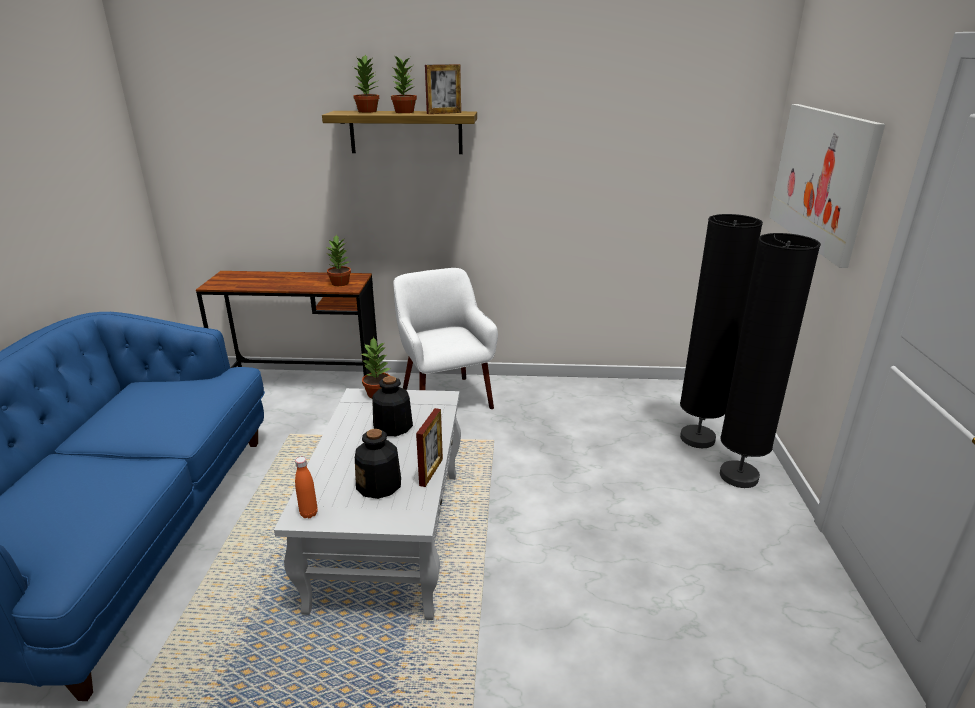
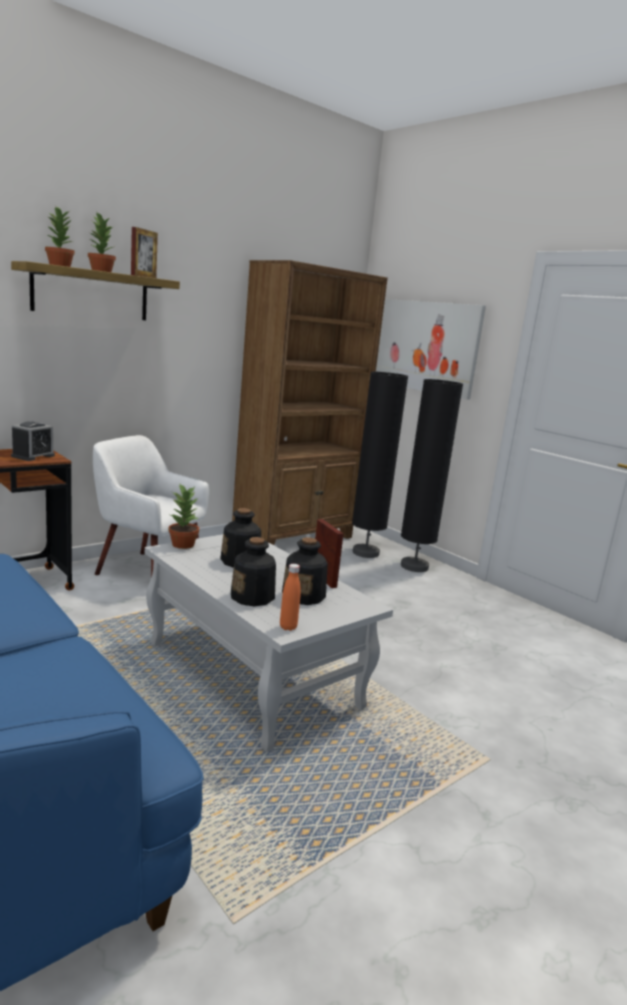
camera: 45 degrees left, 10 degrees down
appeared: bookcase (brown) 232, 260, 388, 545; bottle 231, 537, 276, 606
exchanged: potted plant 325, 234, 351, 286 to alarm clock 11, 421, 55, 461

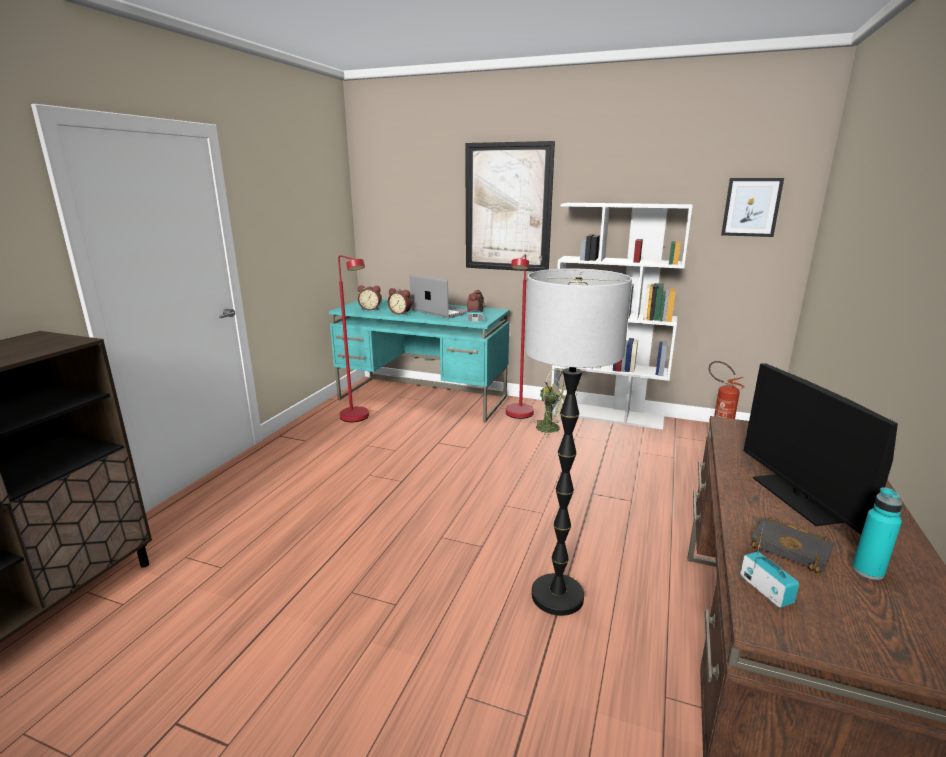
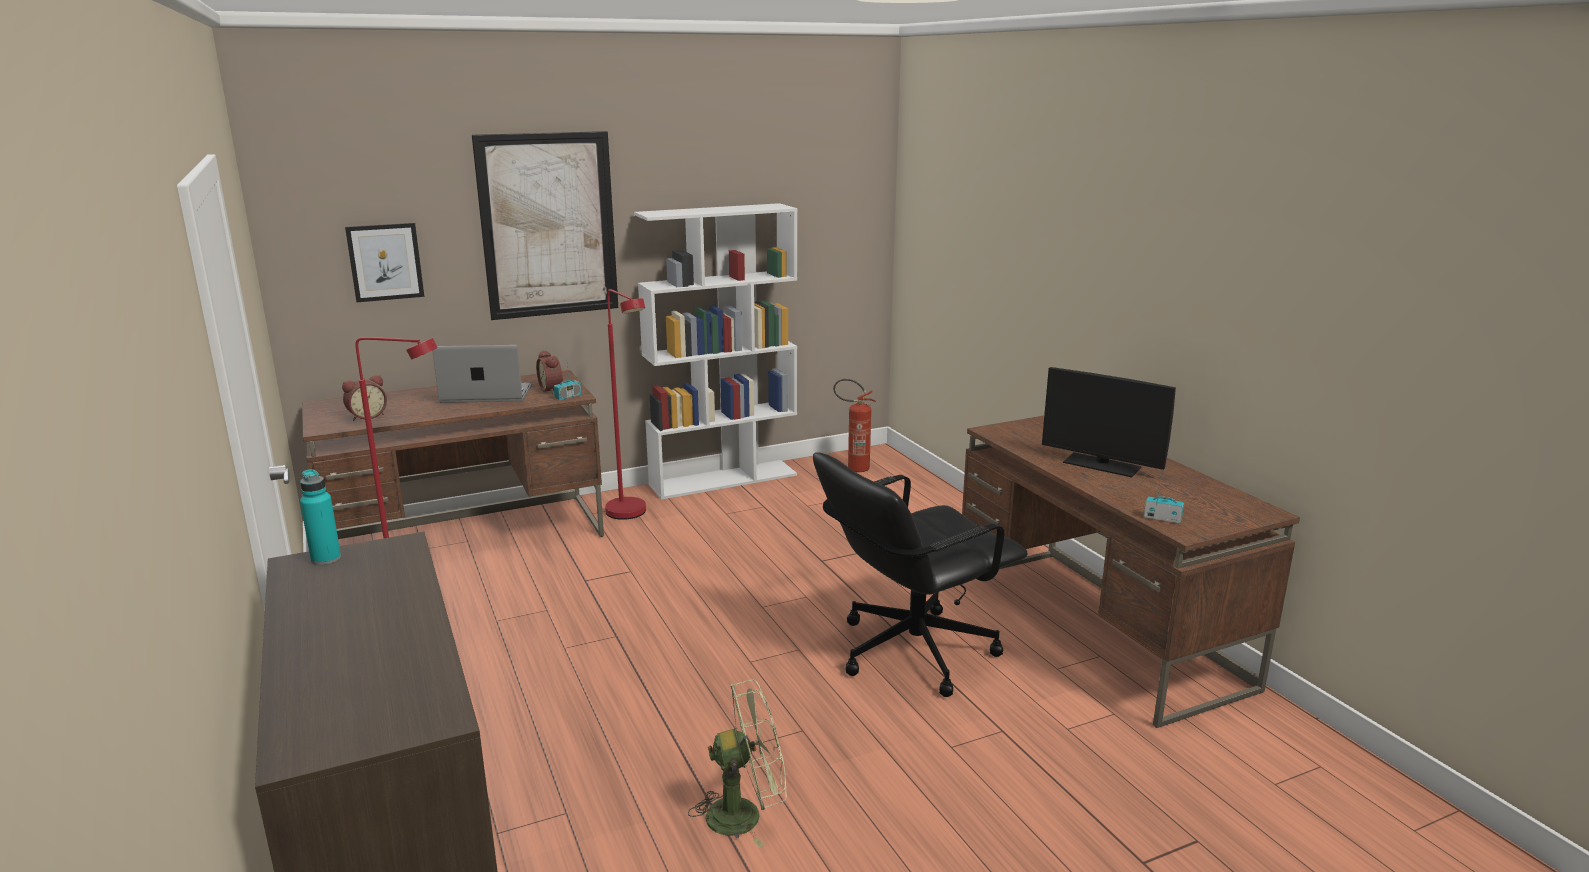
camera: 45 degrees left, 0 degrees up
missing: alarm clock 388, 288, 412, 315; book (black) 750, 517, 834, 573
relocated: picture 721, 178, 784, 237 to 345, 223, 424, 302; fan (green) 533, 368, 577, 438 to 688, 680, 787, 848; bottle (turquoise) 852, 487, 903, 580 to 300, 469, 341, 565
exchanged: floor lamp 525, 268, 632, 616 to office chair (black) 813, 452, 1027, 697
colour: desk (turquoise) 329, 299, 510, 422 to desk (brown) 302, 370, 604, 539

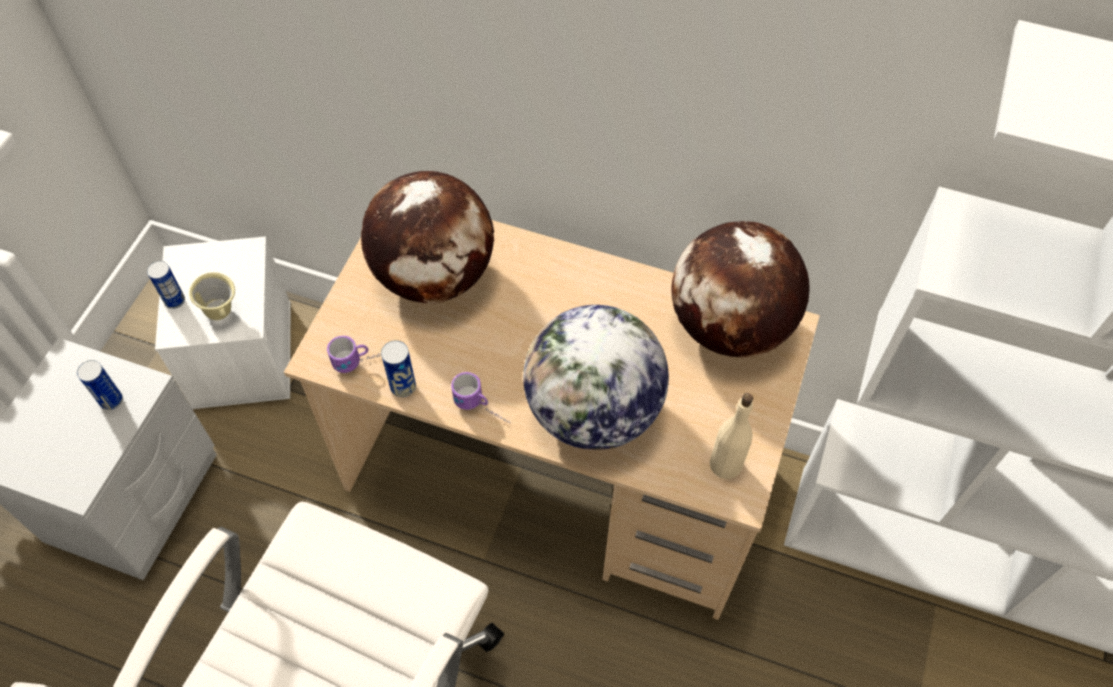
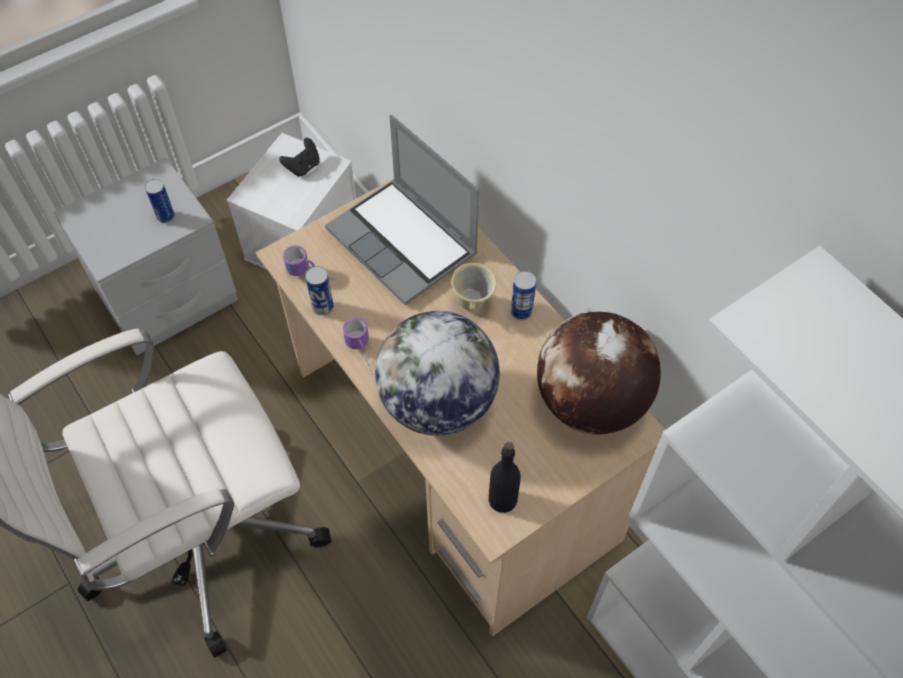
camera: 35 degrees right, 0 degrees up
appeared: game controller (black) 279, 138, 320, 177
relocated: can 147, 261, 185, 309 to 511, 271, 536, 320; mug (beige) 189, 272, 235, 320 to 451, 263, 497, 311
exchanged: globe 361, 171, 494, 304 to laptop 325, 115, 479, 305
colour: bottle (beige) 710, 393, 753, 479 to bottle (black) 489, 442, 520, 513

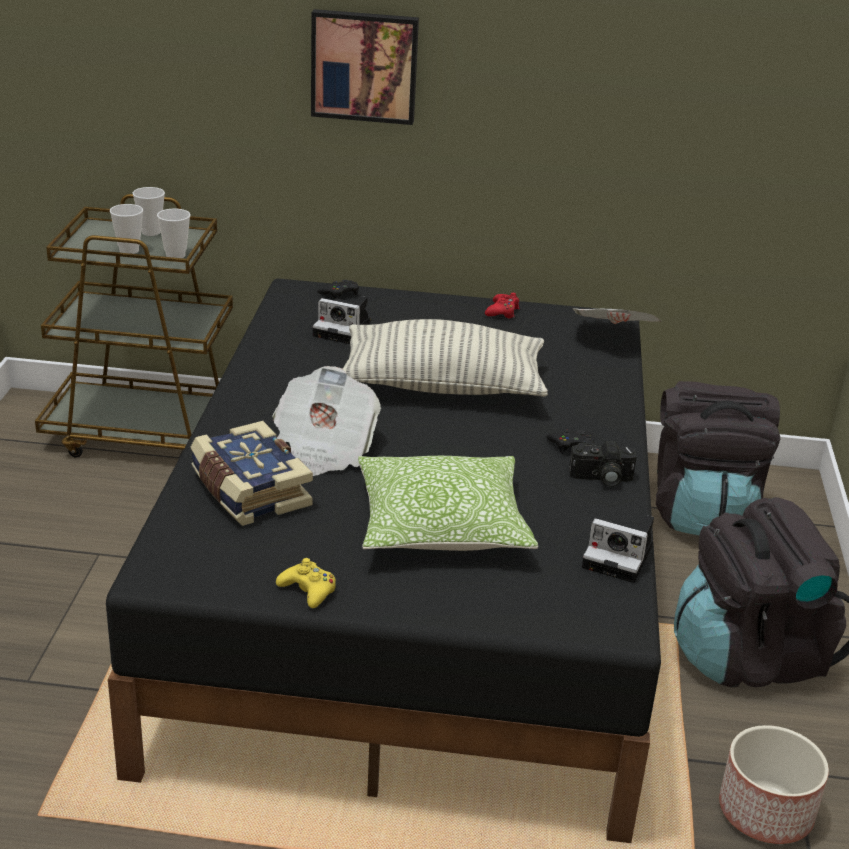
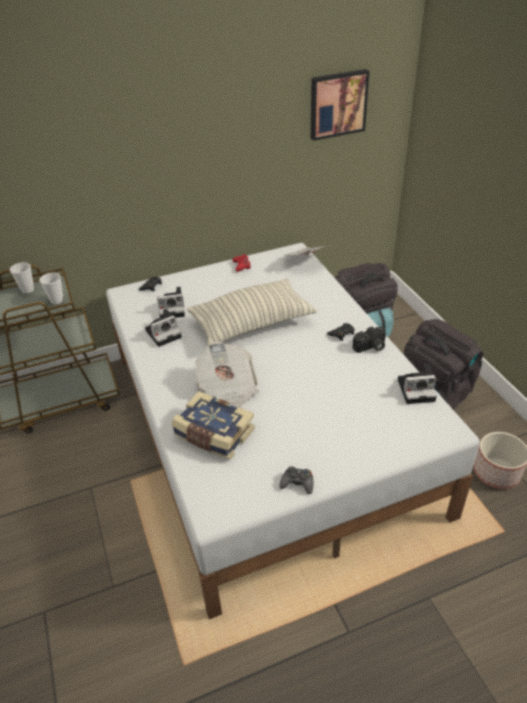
camera: 25 degrees left, 10 degrees up
missing: cup 110, 204, 143, 254; pillow 358, 456, 538, 551
appeared: photo camera 145, 309, 182, 347
relocated: picture 311, 9, 419, 125 to 311, 69, 369, 141
colour: bed (black) 106, 278, 661, 843 to bed (white) 106, 243, 480, 619; game controller (yellow) 276, 558, 336, 608 to game controller (black) 279, 466, 313, 494

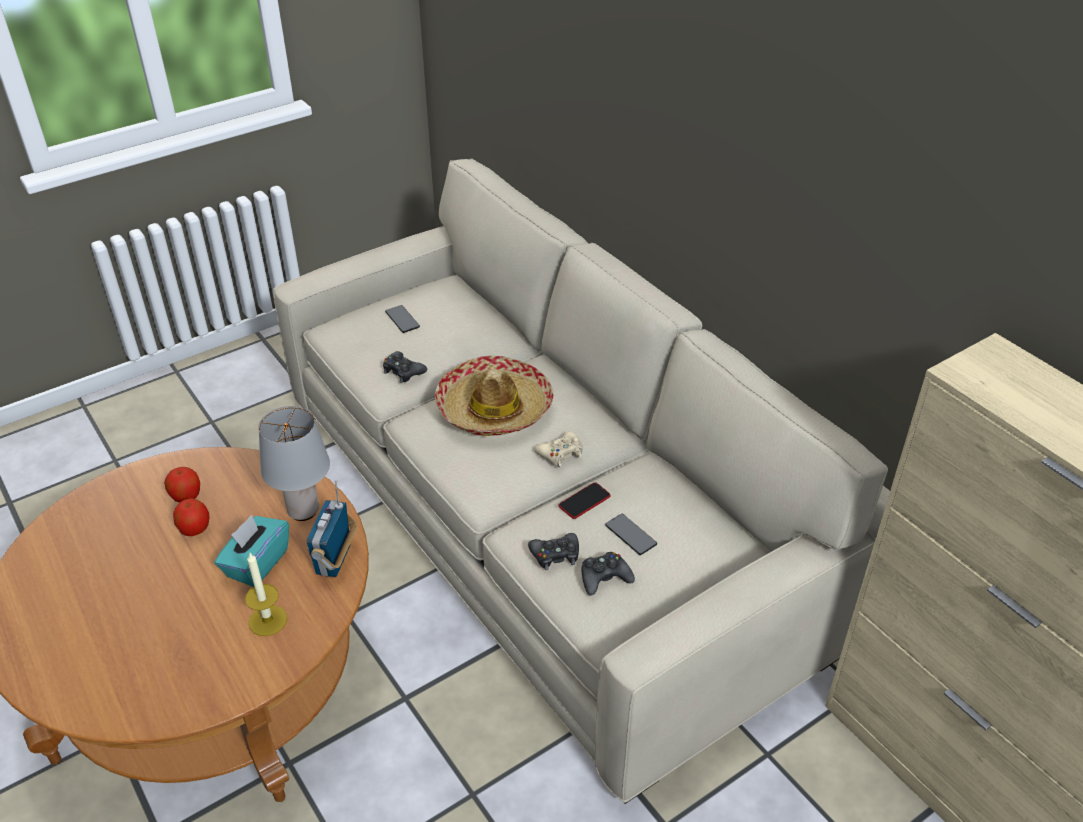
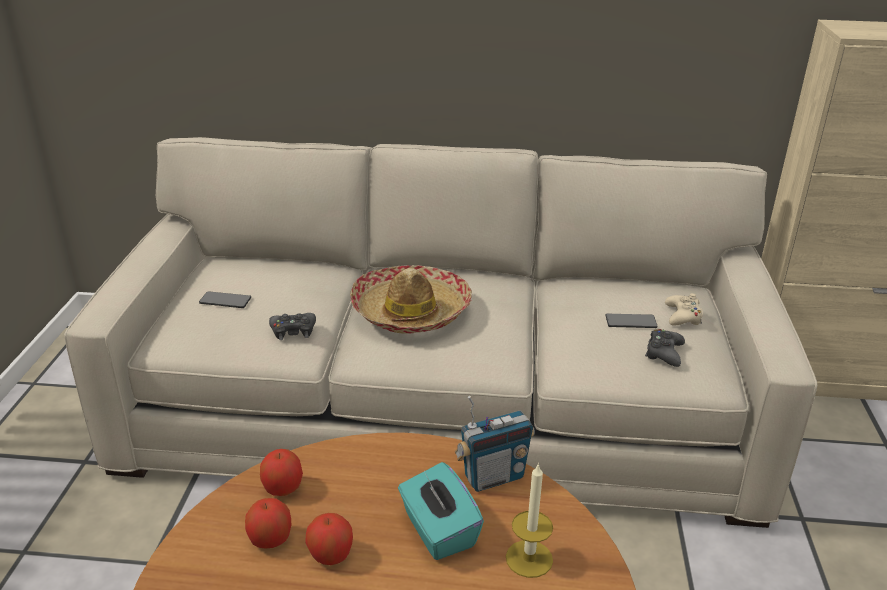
camera: 50 degrees left, 10 degrees down
missing: table lamp (grey) 258, 406, 330, 521; phone 559, 482, 611, 519; game controller (black) 528, 533, 579, 570
appeared: apple 260, 449, 303, 496
relocated: game controller (beige) 534, 431, 583, 467 to 665, 293, 703, 325
spun: radio 307, 480, 357, 577 = 455, 396, 535, 492 75 degrees counterclockwise

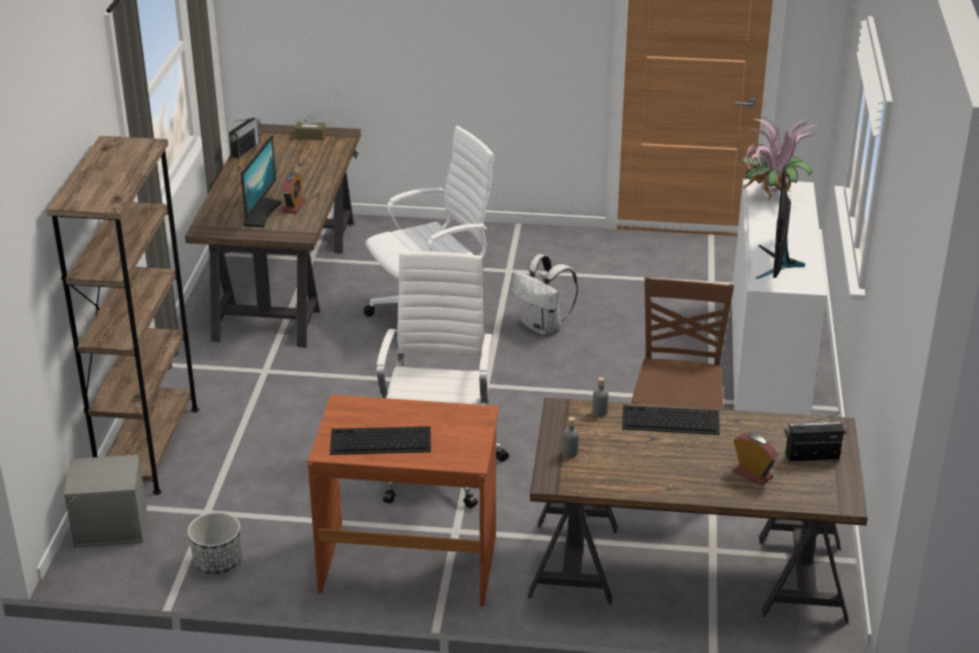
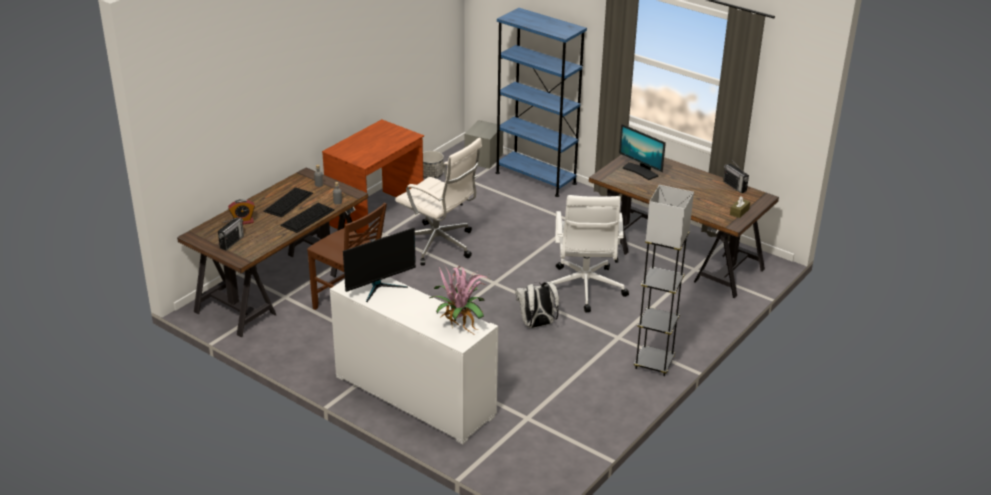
camera: 120 degrees right, 0 degrees up
missing: alarm clock 282, 172, 305, 214
appeared: floor lamp (grey) 634, 185, 694, 376
relocated: keyboard 330, 426, 431, 455 to 263, 187, 313, 217
colour: bookcase (brown) 46, 136, 199, 495 to bookcase (blue) 496, 8, 587, 197
spun: monitor 756, 166, 805, 279 = 343, 228, 416, 302 105 degrees clockwise

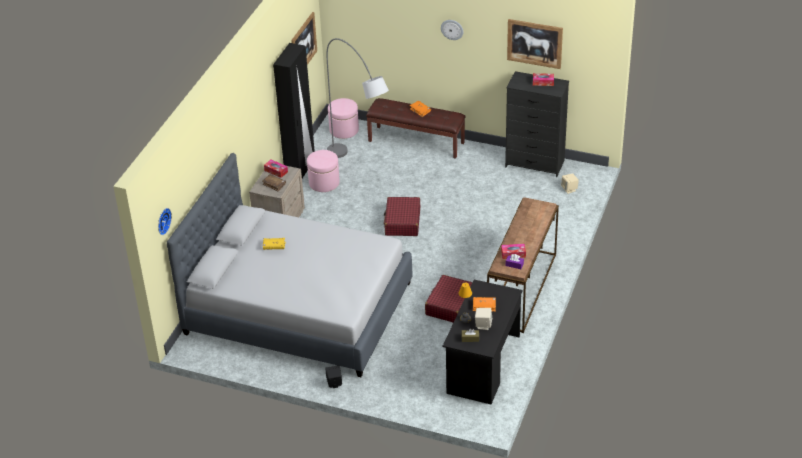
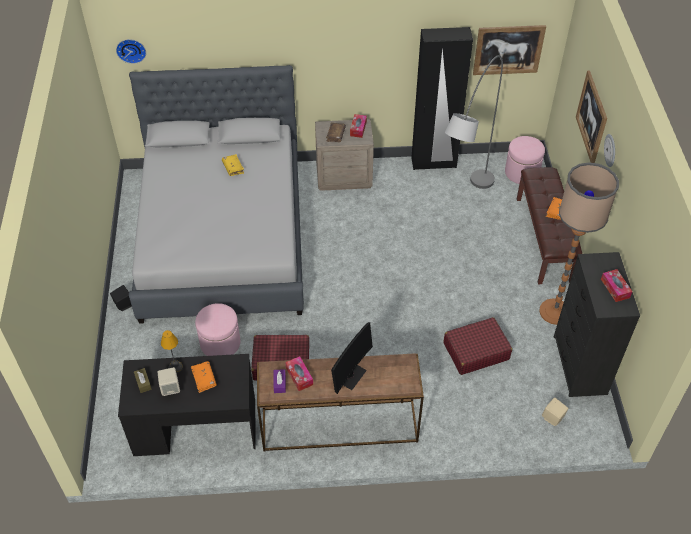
camera: 65 degrees right, 10 degrees up
appeared: floor lamp 539, 162, 619, 325; monitor 331, 322, 373, 394
relocated: picture 507, 19, 563, 69 to 576, 70, 607, 163; ottoman (pink) 307, 150, 340, 192 to 195, 303, 240, 356; suitcase (red) 384, 197, 420, 236 to 443, 317, 512, 375

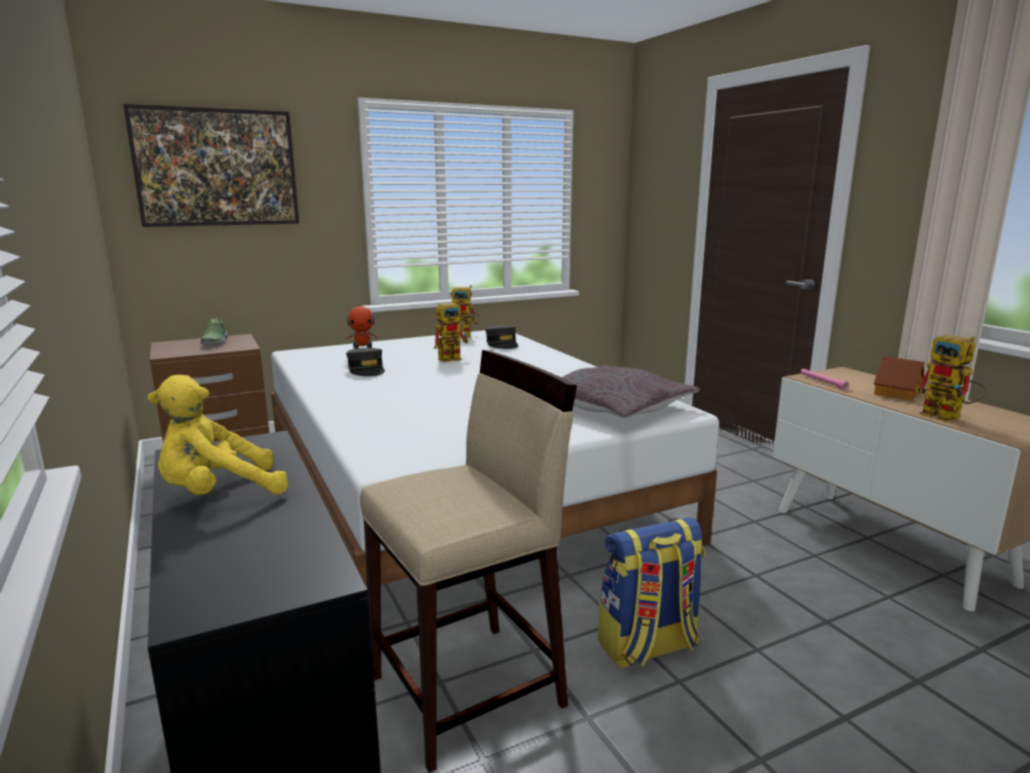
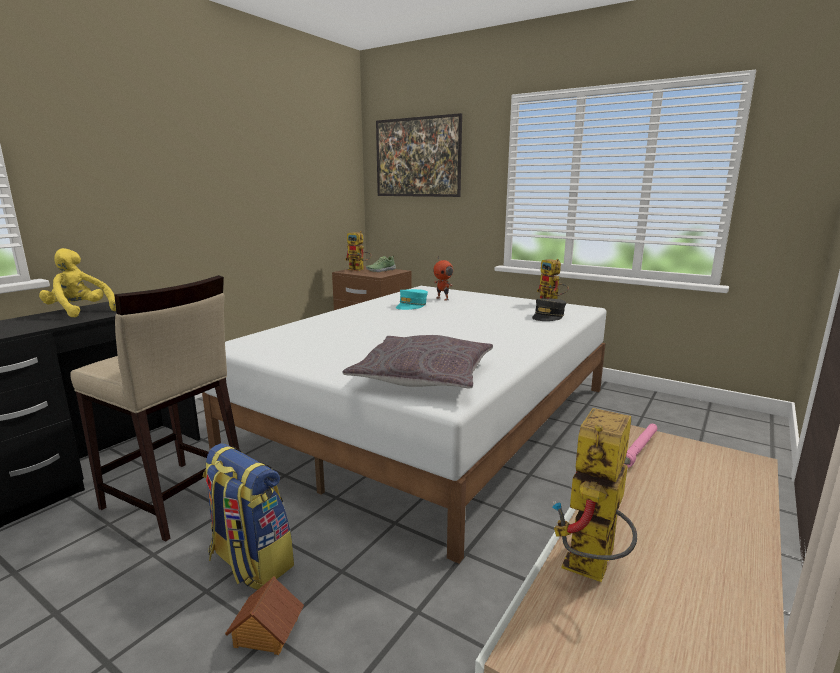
camera: 60 degrees right, 0 degrees up
relocated: toy robot 434, 300, 469, 363 to 345, 231, 371, 271; toy house 874, 356, 924, 401 to 225, 577, 304, 655
colour: cap (grey) 346, 348, 385, 377 to cap (turquoise) 396, 289, 428, 310

